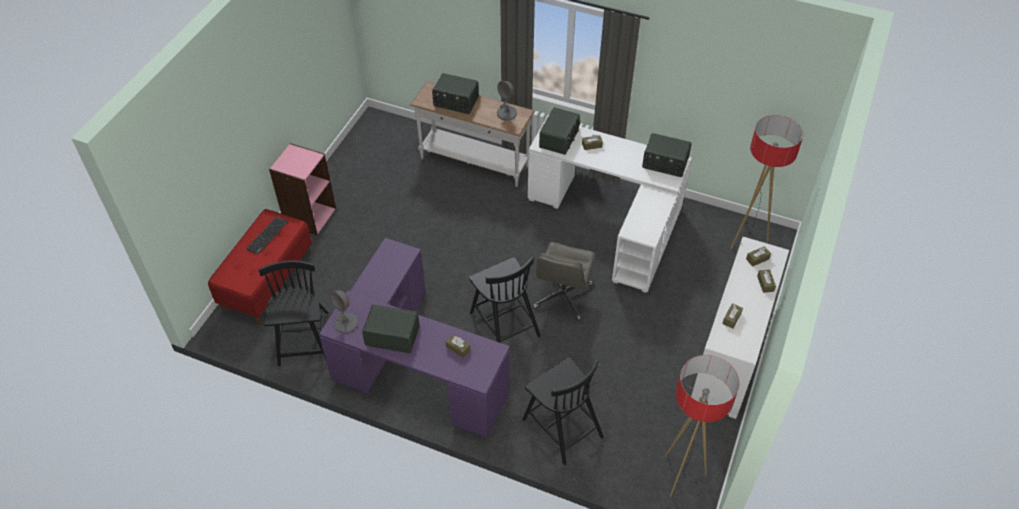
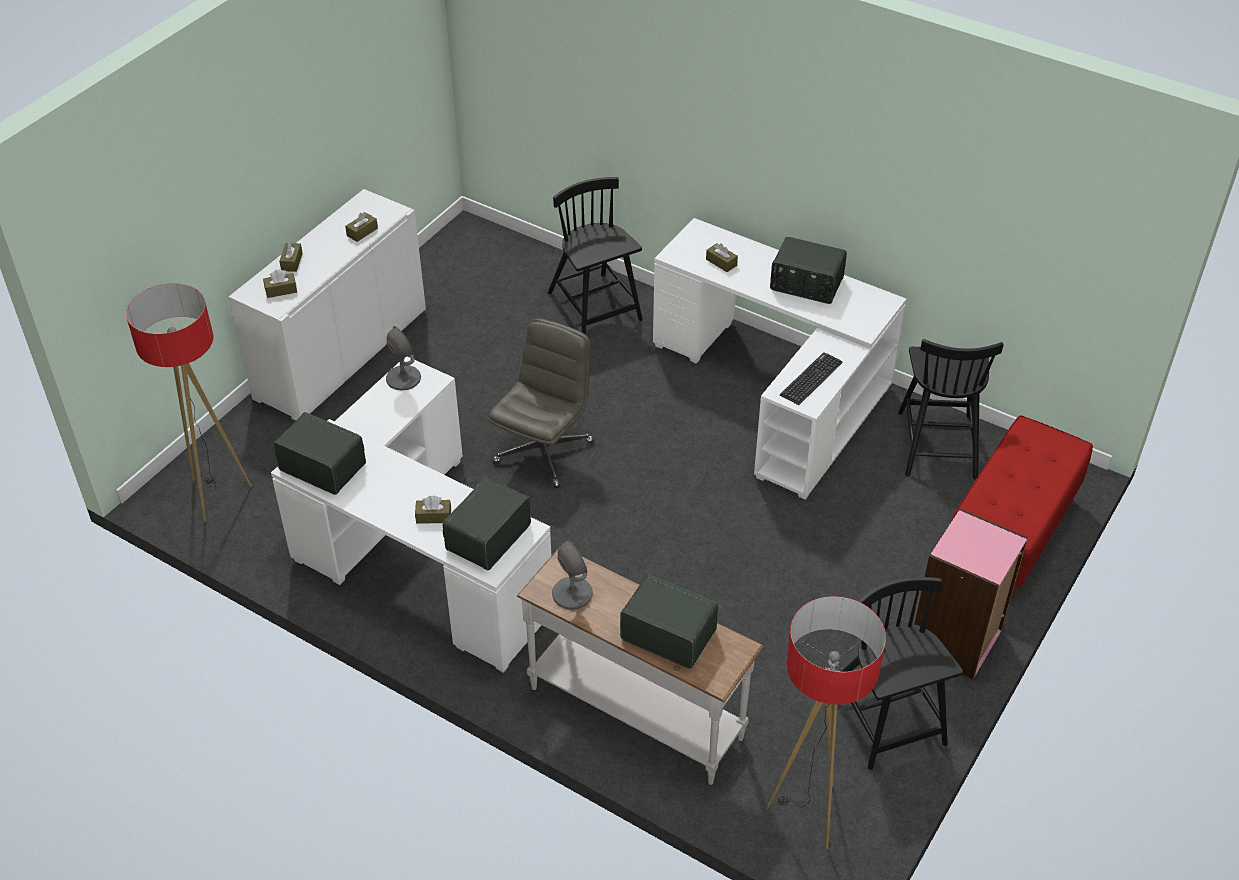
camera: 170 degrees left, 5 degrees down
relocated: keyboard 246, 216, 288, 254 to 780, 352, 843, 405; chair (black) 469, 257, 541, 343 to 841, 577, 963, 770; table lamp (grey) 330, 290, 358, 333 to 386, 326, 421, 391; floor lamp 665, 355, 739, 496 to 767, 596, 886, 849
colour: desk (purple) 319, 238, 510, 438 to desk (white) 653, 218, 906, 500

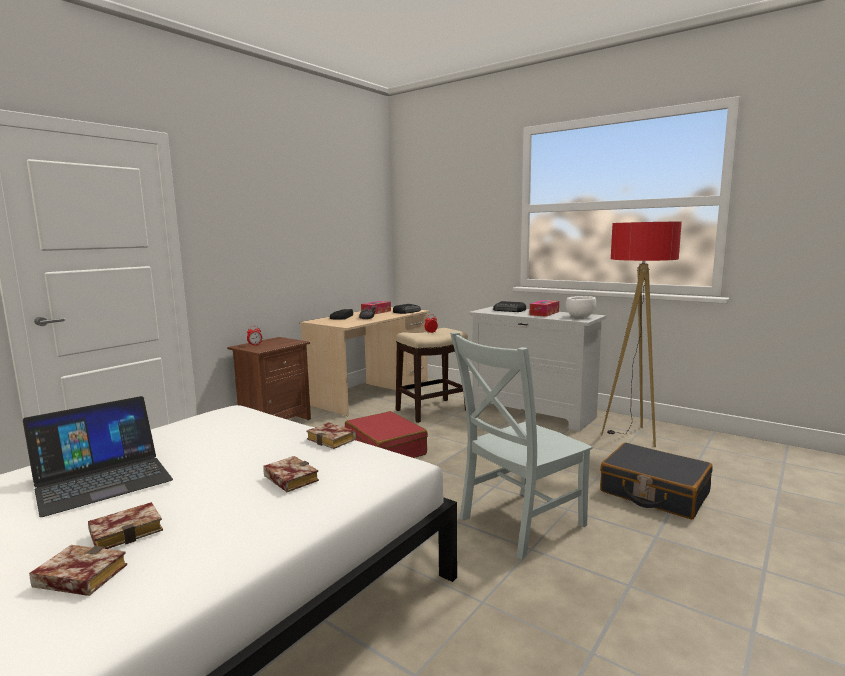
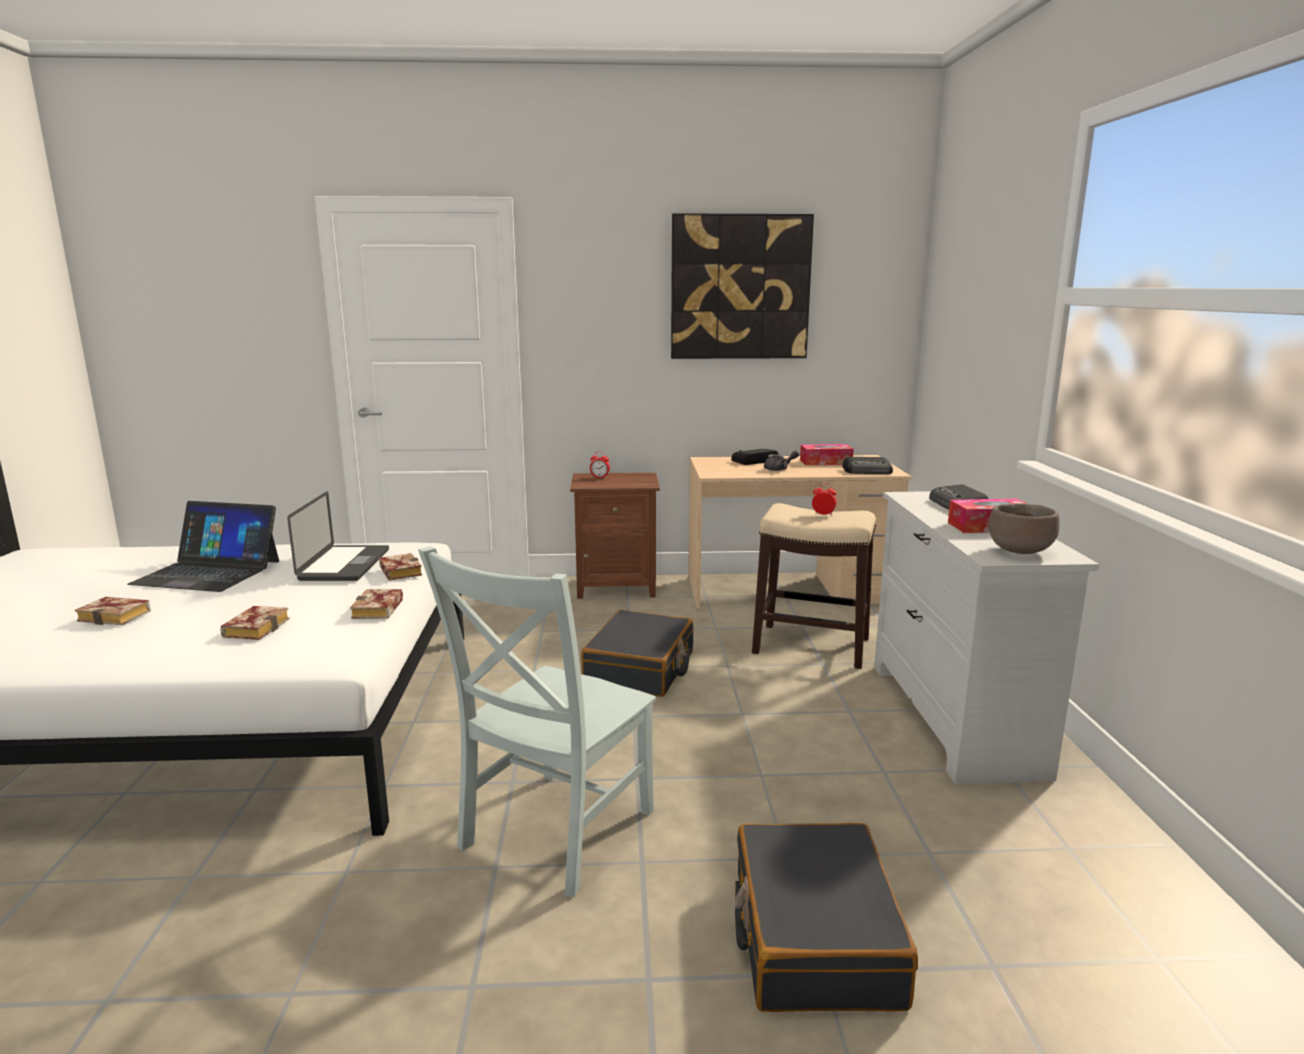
camera: 50 degrees right, 5 degrees up
missing: floor lamp 601, 222, 682, 447
appeared: picture 671, 213, 814, 359; laptop 287, 491, 389, 581
relocated: book 29, 545, 127, 596 to 379, 553, 422, 580
colour: bowl (white) 566, 296, 596, 318 to bowl (brown) 989, 504, 1059, 554; suitcase (red) 345, 411, 428, 458 to suitcase (black) 581, 610, 693, 697
spun: chair (grey) 450, 332, 593, 560 = 418, 546, 656, 897 75 degrees counterclockwise

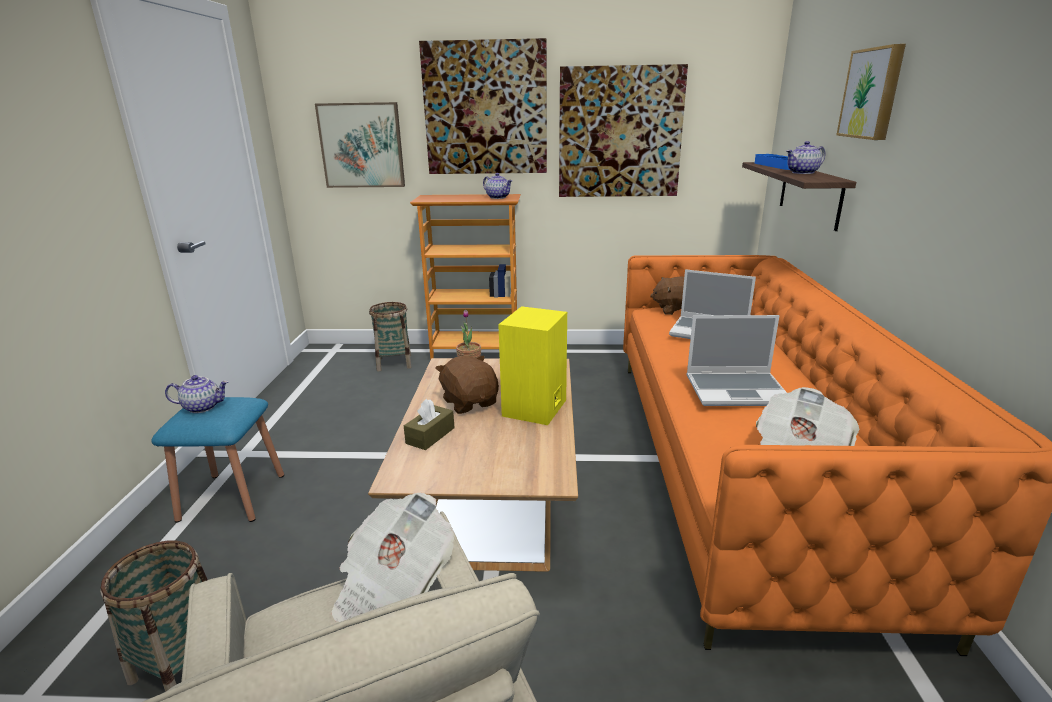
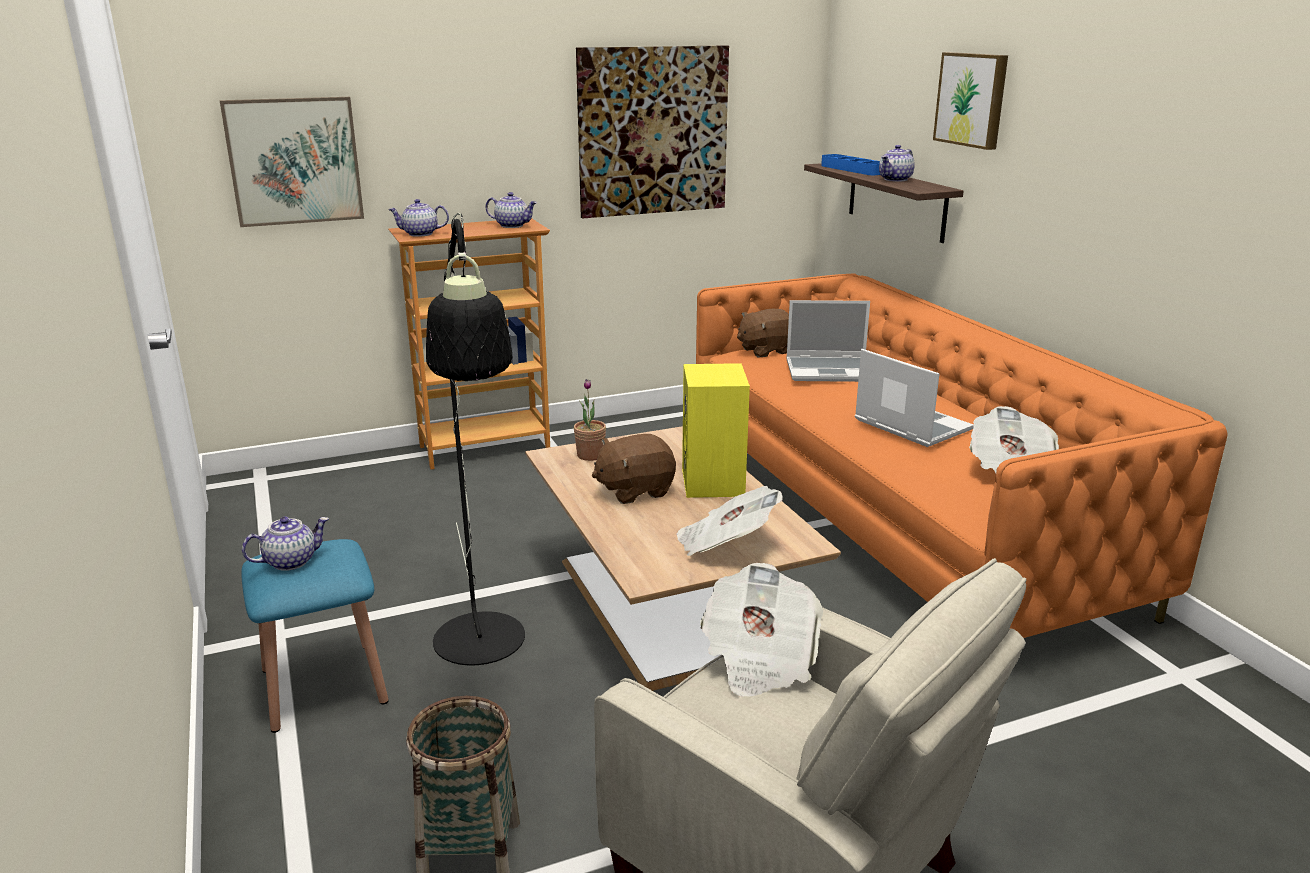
camera: 25 degrees left, 0 degrees up
missing: picture 419, 38, 547, 174; basket 369, 302, 412, 371; tissue box (brown) 404, 399, 454, 450
appeared: teapot 388, 199, 449, 237; floor lamp (black) 426, 213, 525, 666; newspaper 676, 486, 783, 556
spun: laptop 686, 315, 787, 406 = 855, 349, 974, 447 105 degrees counterclockwise; plush toy (brown) 435, 355, 499, 414 = 592, 434, 676, 504 60 degrees counterclockwise

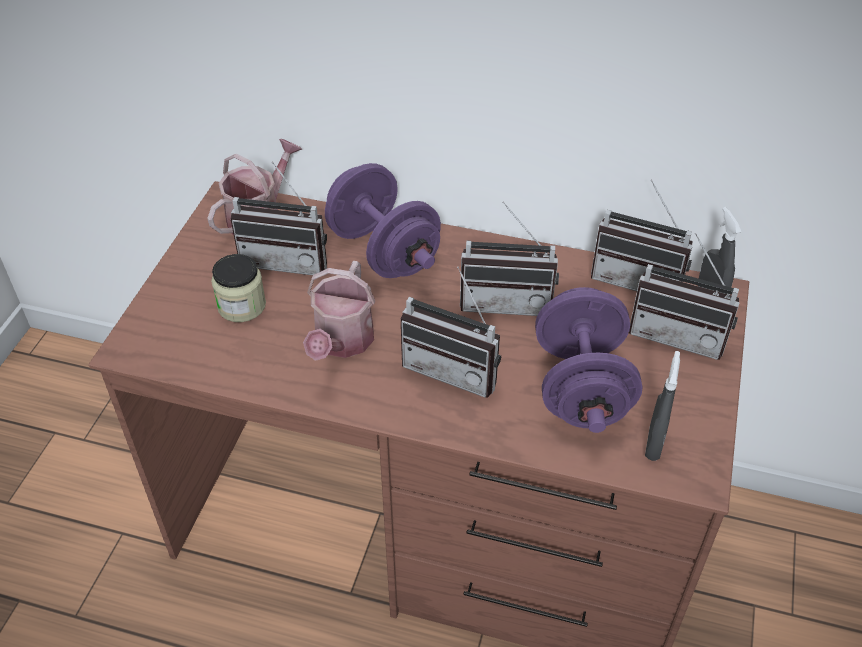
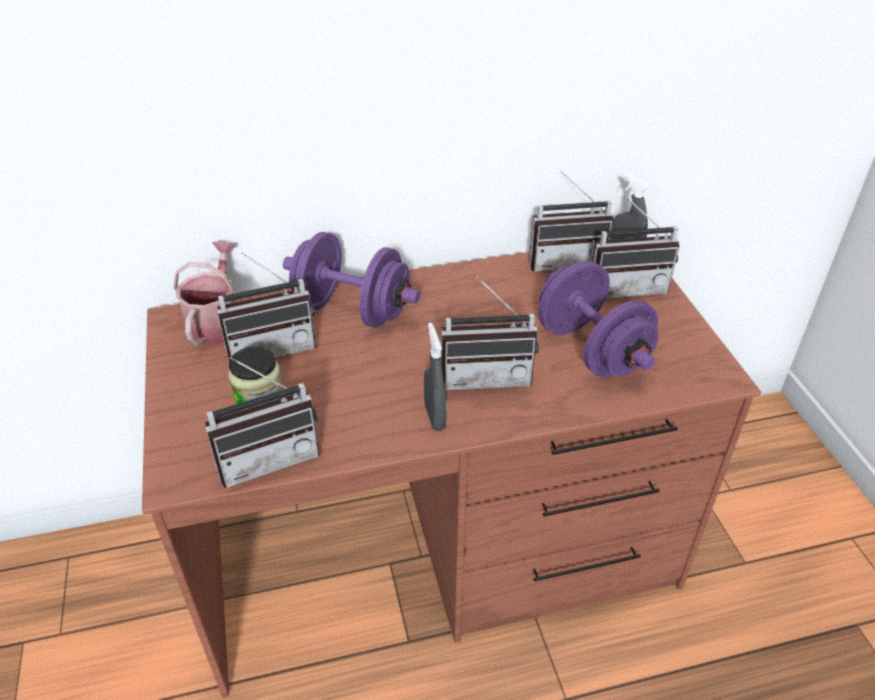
camera: 30 degrees left, 5 degrees down
missing: watering can 303, 261, 375, 361
relocated: radio 460, 202, 559, 316 to 205, 357, 320, 488; spray bottle (grey) 645, 351, 680, 461 to 424, 323, 447, 431

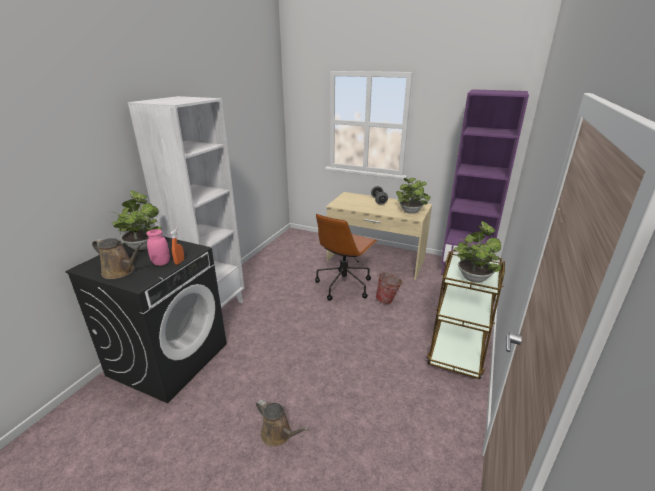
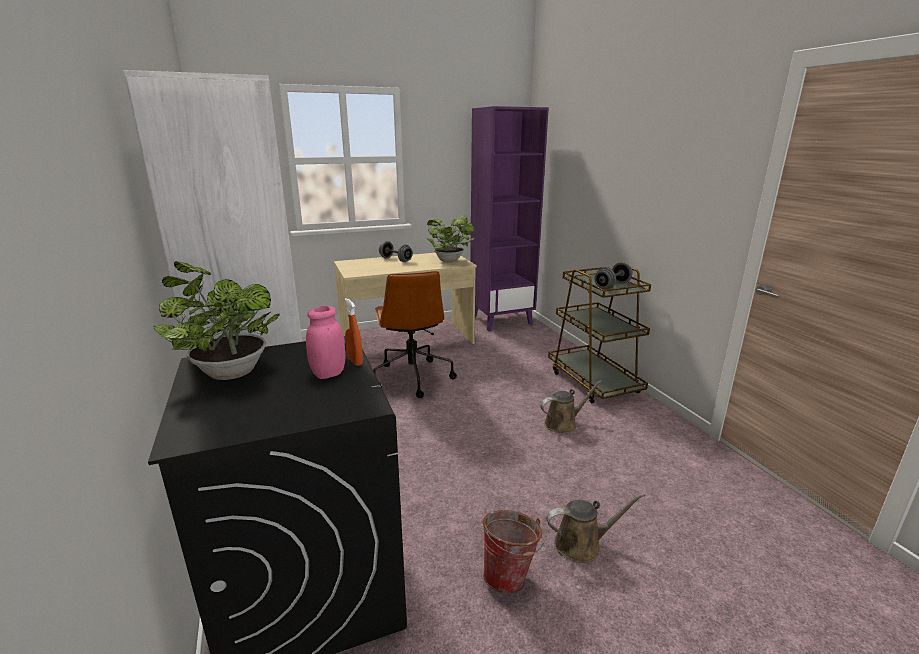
camera: 45 degrees left, 5 degrees down
relocated: watering can (brown) 92, 238, 143, 279 to 540, 380, 602, 433; bucket 376, 273, 403, 304 to 483, 510, 545, 594
exchanged: potted plant 454, 221, 501, 283 to dumbbell (grey) 595, 262, 633, 290

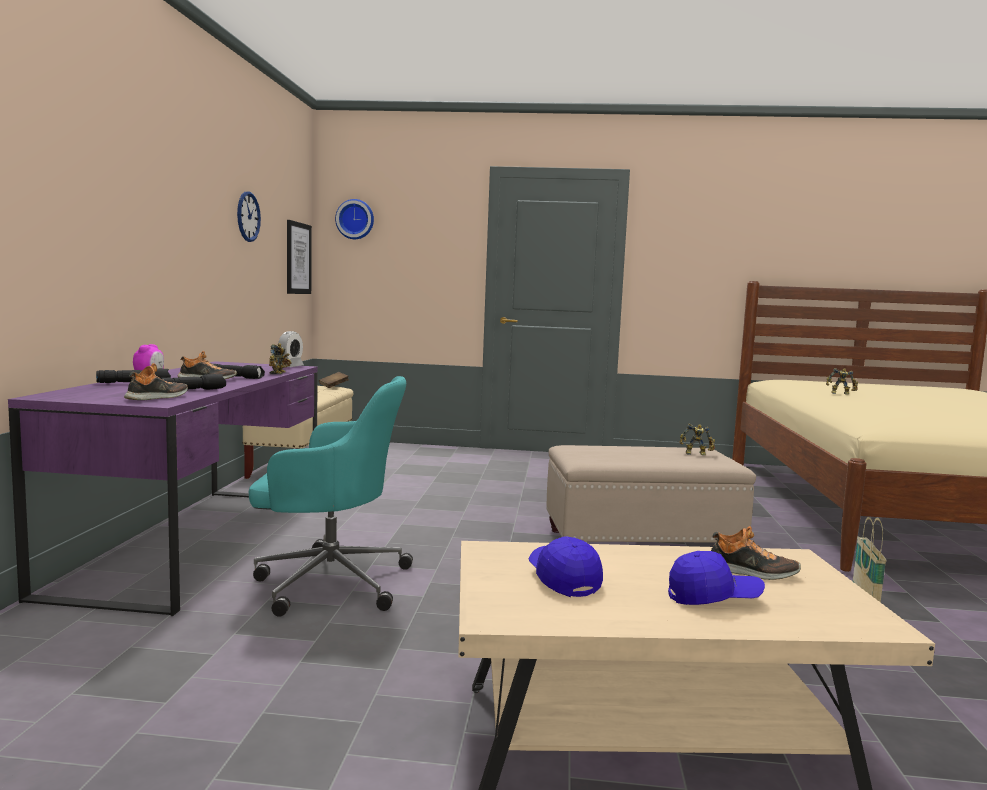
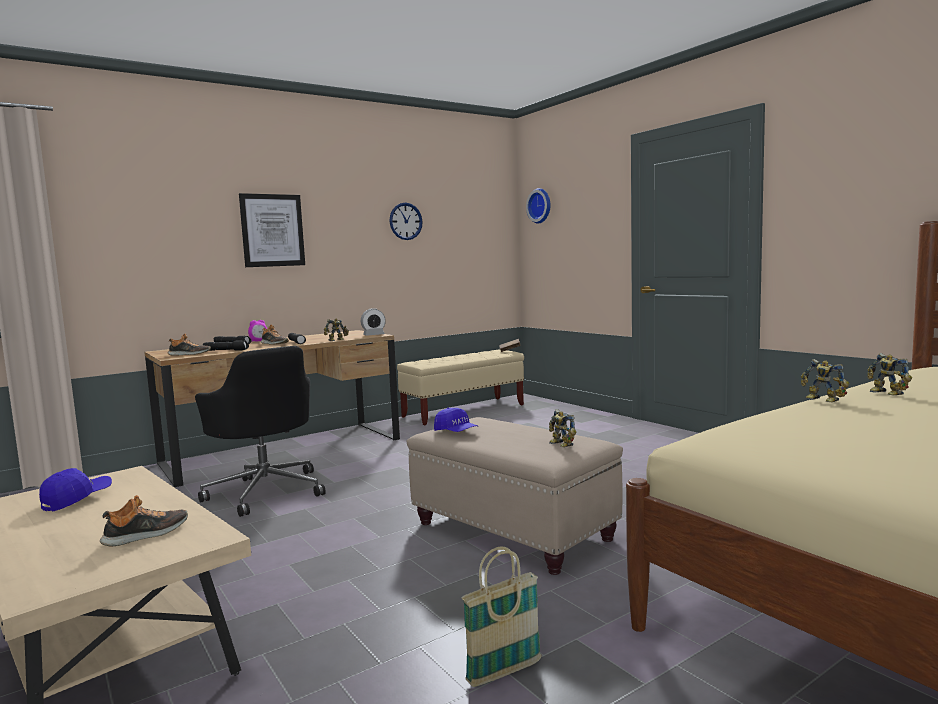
camera: 50 degrees right, 0 degrees up
appeared: toy robot 801, 359, 849, 402
relocated: picture 287, 220, 312, 294 to 239, 193, 305, 267; cap (blue) 668, 551, 765, 605 to 434, 408, 478, 432
colour: desk (purple) 8, 361, 318, 616 to desk (brown) 144, 330, 400, 487; office chair (turquoise) 249, 376, 413, 617 to office chair (black) 195, 346, 326, 517
spun: shoe 711, 526, 801, 580 = 100, 495, 188, 546 105 degrees counterclockwise

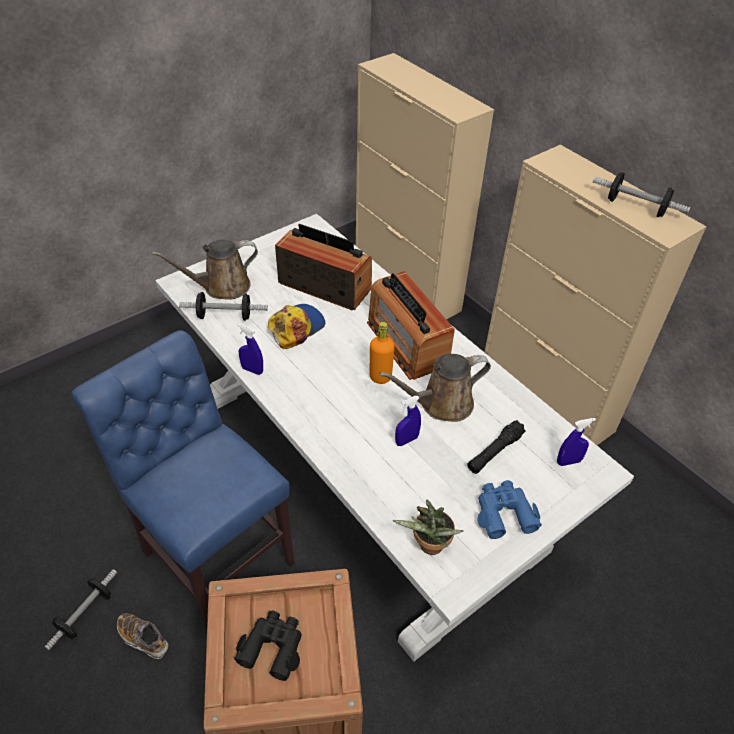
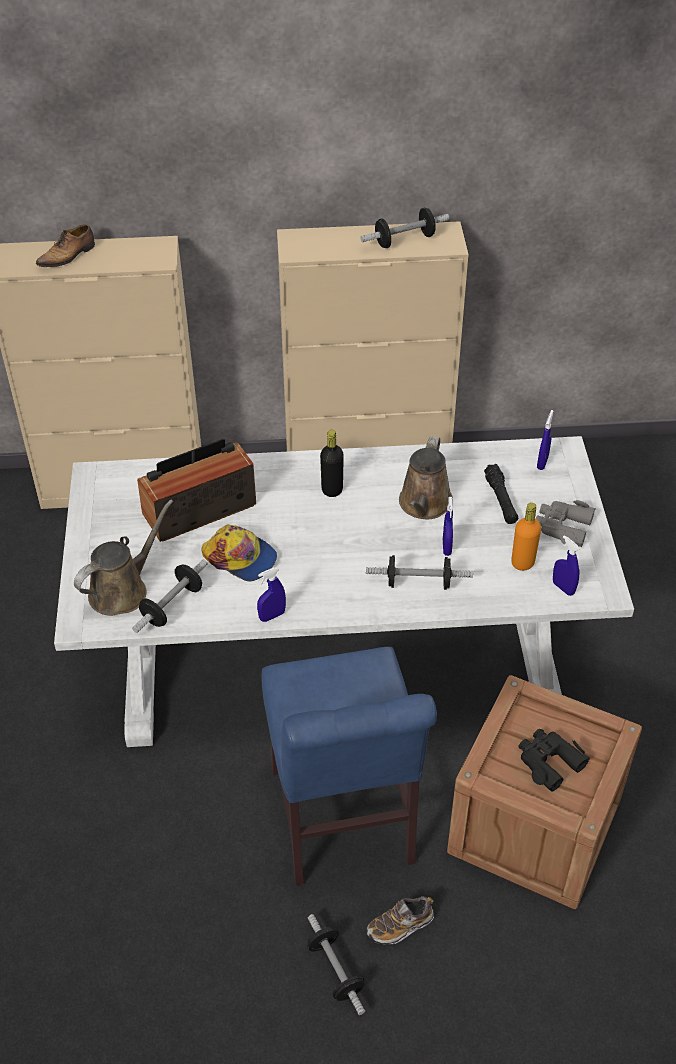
camera: 55 degrees left, 0 degrees up
appeared: shoe 36, 224, 95, 267; dumbbell 366, 555, 473, 590
relocated: bottle (orange) 369, 322, 395, 384 to 511, 503, 541, 571
exchanged: radio 367, 271, 455, 380 to bottle (black) 320, 430, 344, 497; potted plant 393, 500, 463, 555 to spray bottle (blue) 553, 535, 580, 596
colour: binoculars (blue) 478, 480, 542, 539 to binoculars (grey) 536, 500, 596, 547
spun: watering can (brown) 152, 239, 258, 300 = 74, 499, 173, 616 150 degrees counterclockwise; cap 268, 304, 325, 349 = 201, 525, 277, 582 135 degrees clockwise; chair (blue) 72, 330, 295, 630 = 262, 647, 437, 885 90 degrees counterclockwise

